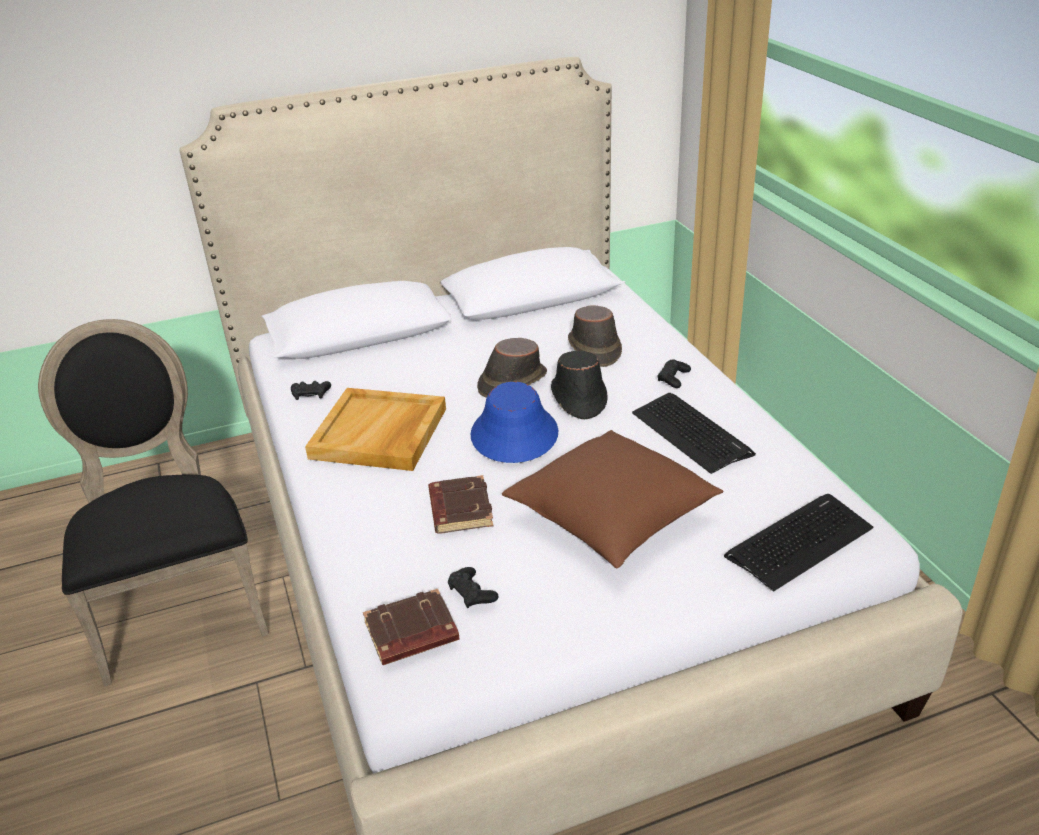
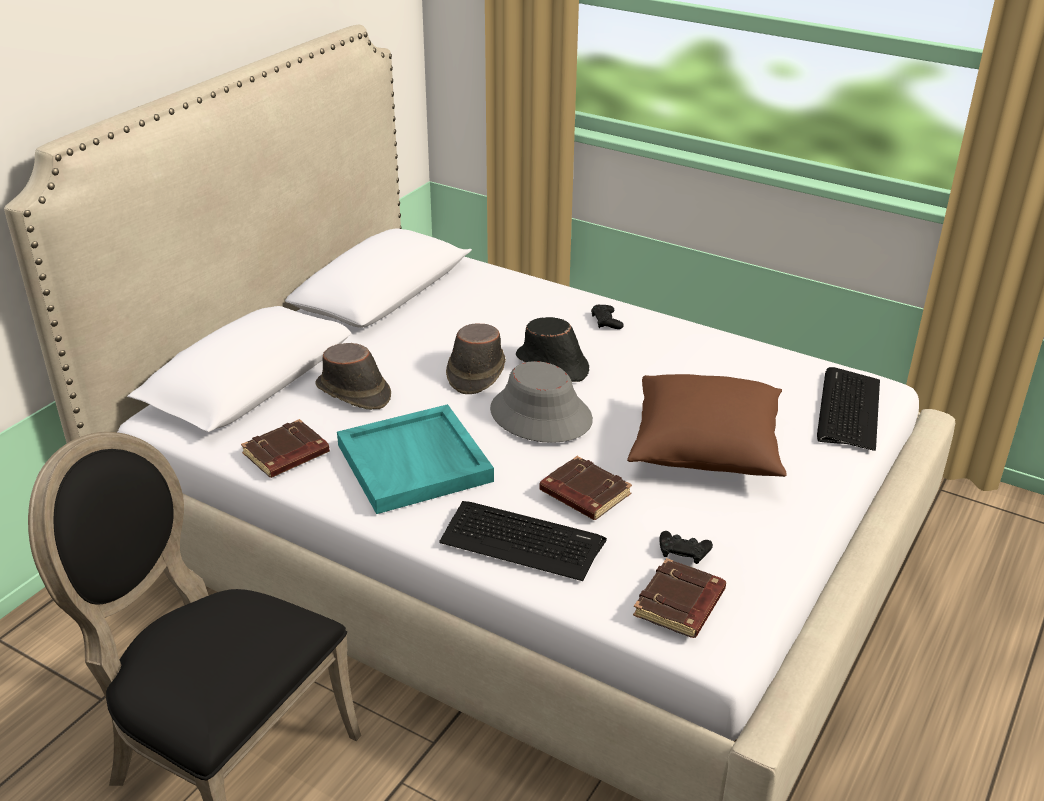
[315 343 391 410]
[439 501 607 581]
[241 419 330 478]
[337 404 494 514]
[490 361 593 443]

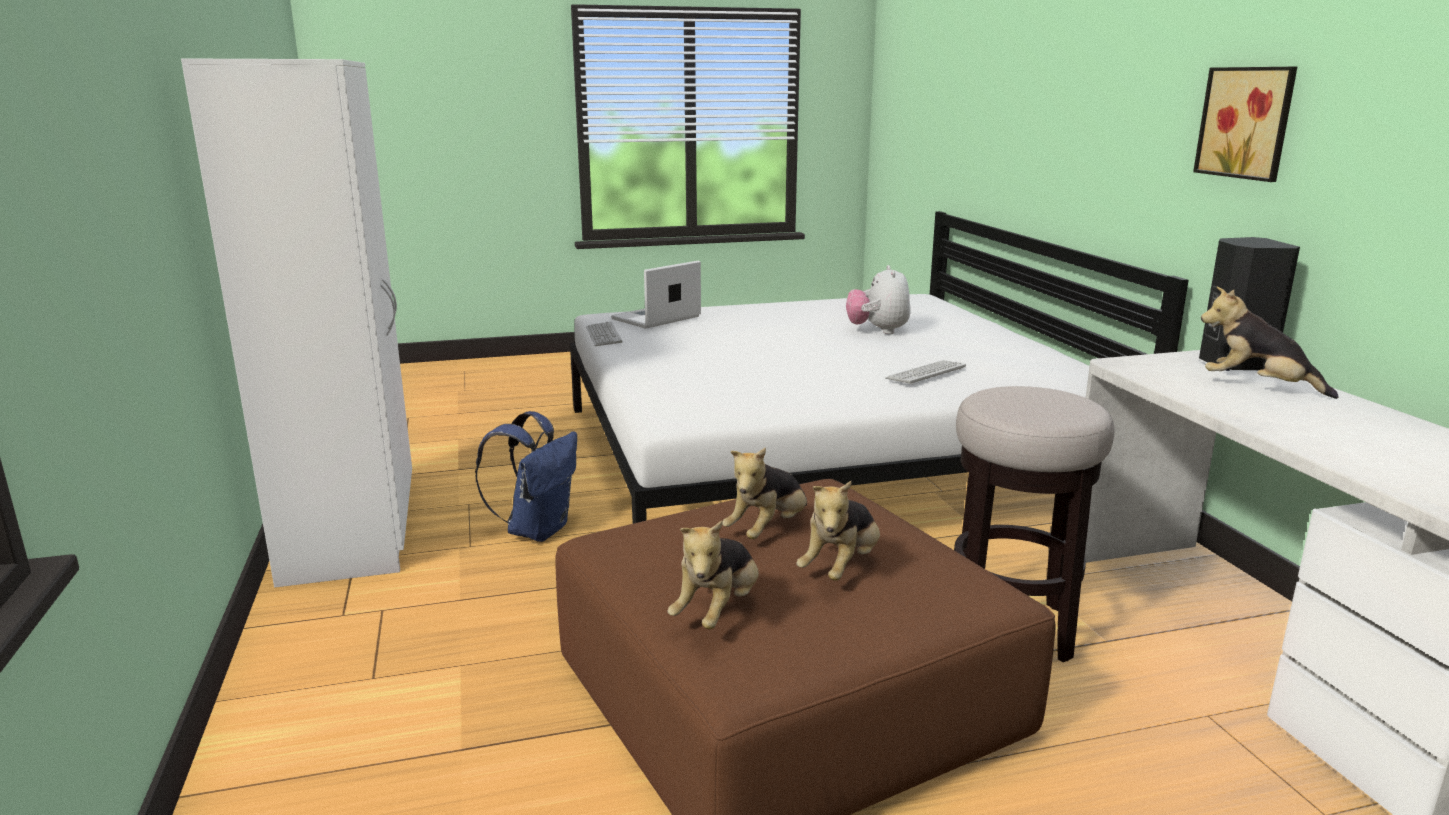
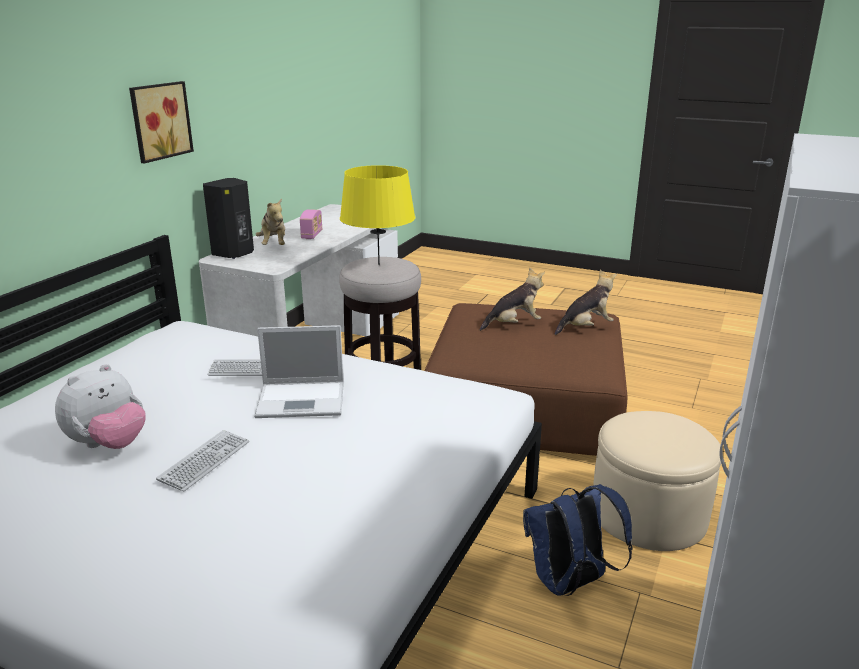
[722 448 807 539] (first image)
[300 209 323 239]
[340 165 415 265]
[593 411 723 551]
[156 430 249 492]
[254 325 344 418]

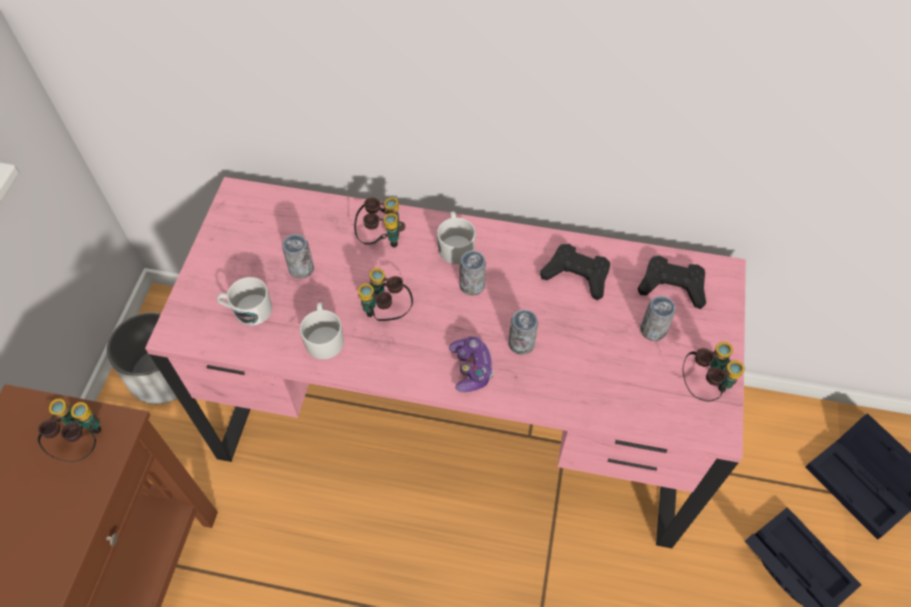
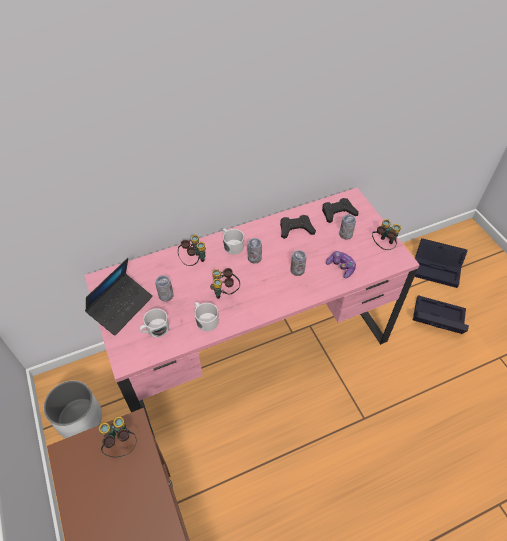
[85 258 153 336]
[326 251 356 278]

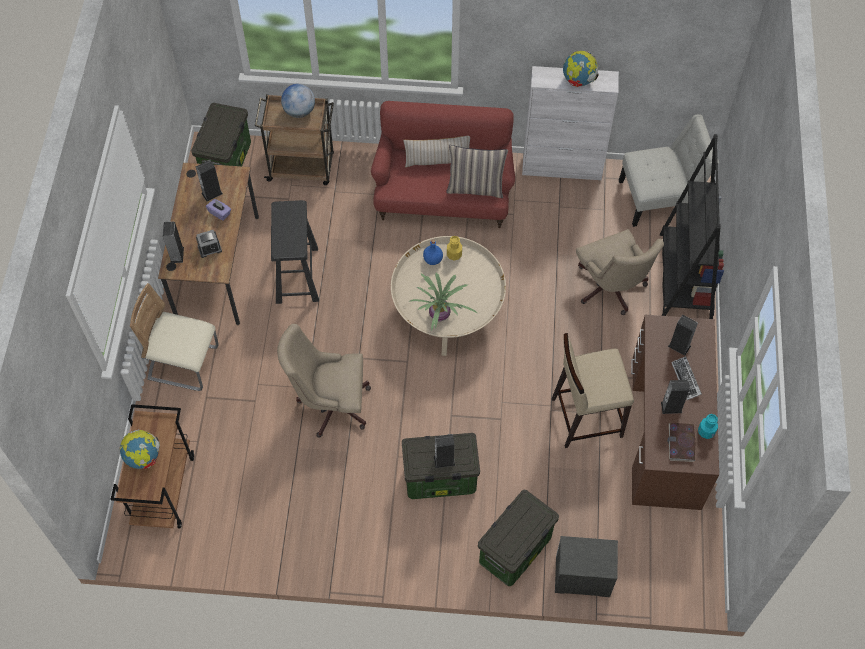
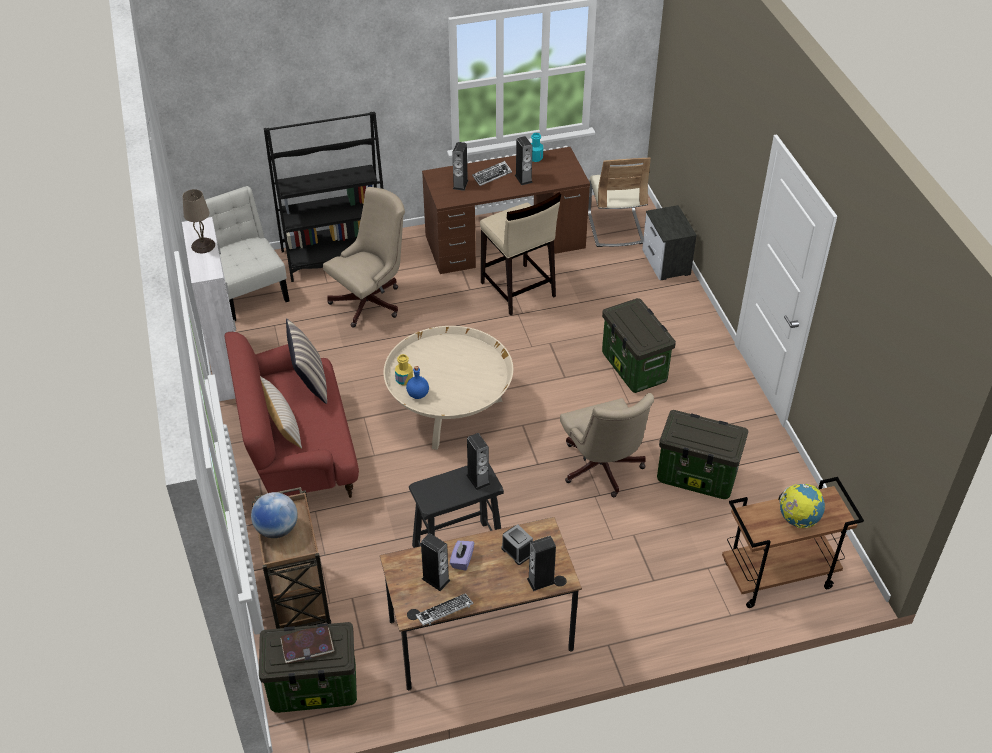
[409 273 477 331] (first image)
[415 593 473 626]
[588 158 651 247]
[467 433 490 490]
[657 410 748 499]
[280 626 335 664]
[182 189 215 253]

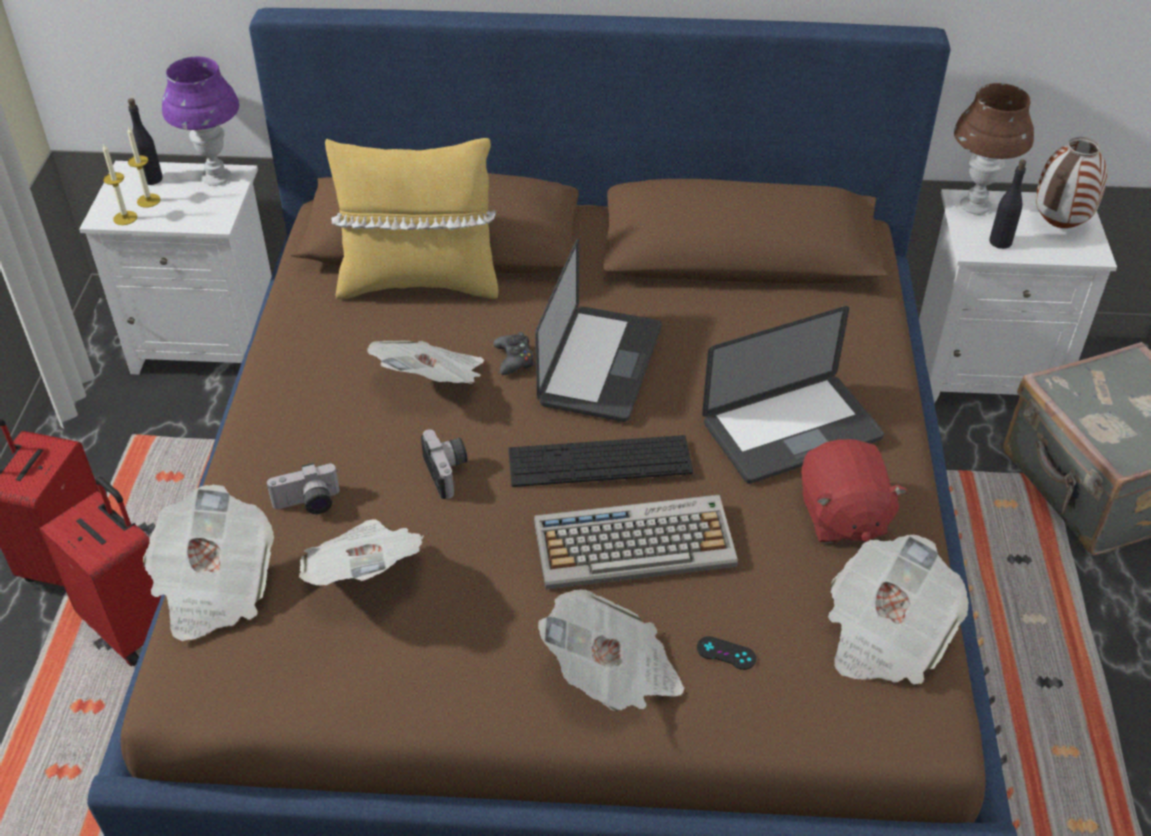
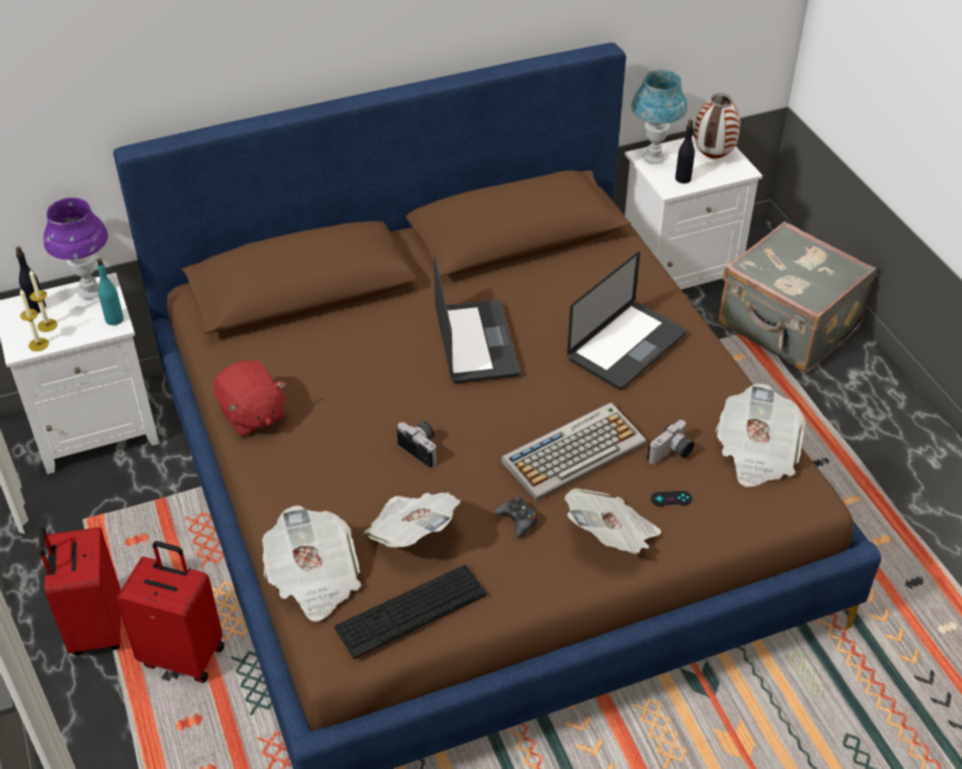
[325 138 499 299] (first image)
[367 340 484 384] (first image)
[96 258 124 325]
[647 420 694 464]
[494 497 537 538]
[334 565 487 659]
[214 360 286 437]
[631 69 687 164]

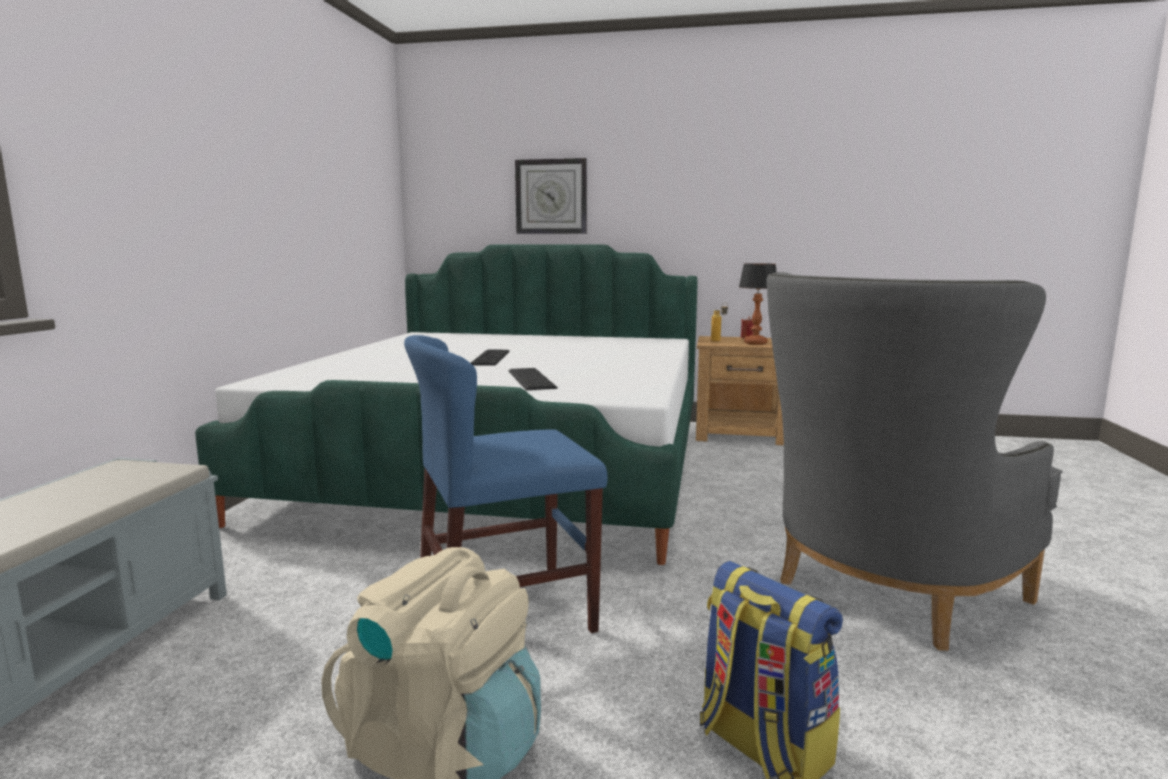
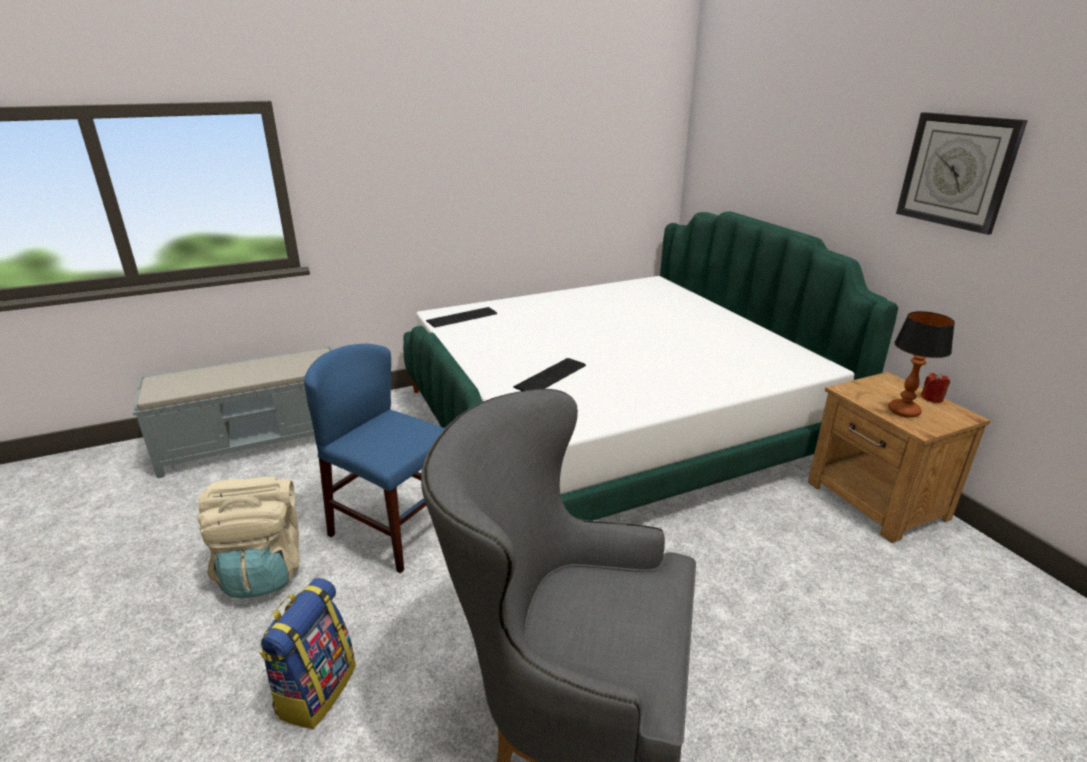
[711 303 728 342] (first image)
[426 307 497 328]
[896 112 1028 235]

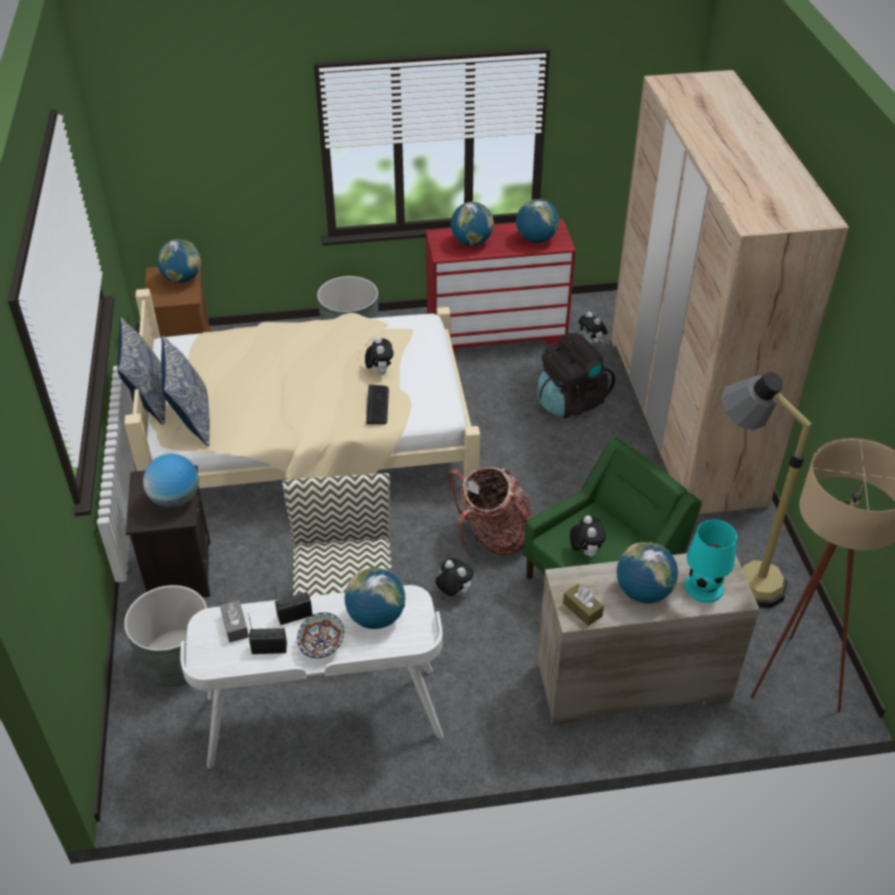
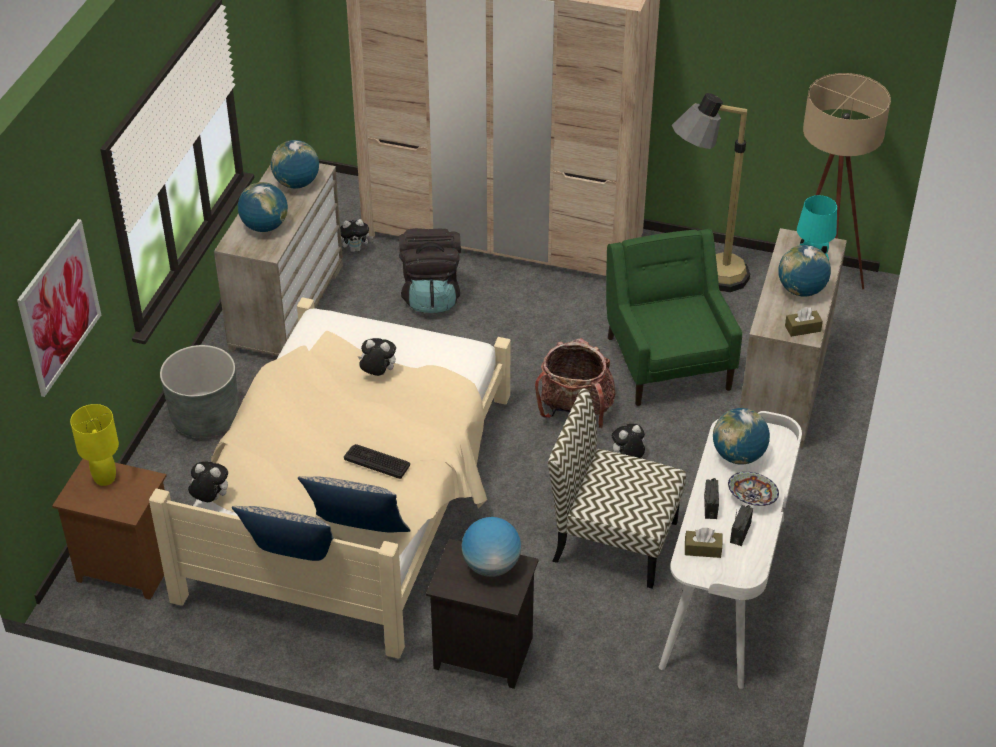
[124 585 207 687] (first image)
[17 219 101 397]
[344 444 410 479]
[188 461 228 502]
[70 404 119 486]
[685 528 722 558]
[214 163 343 356]

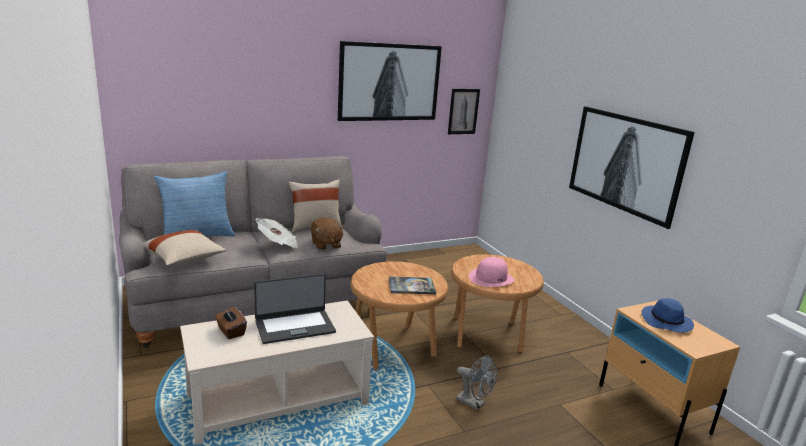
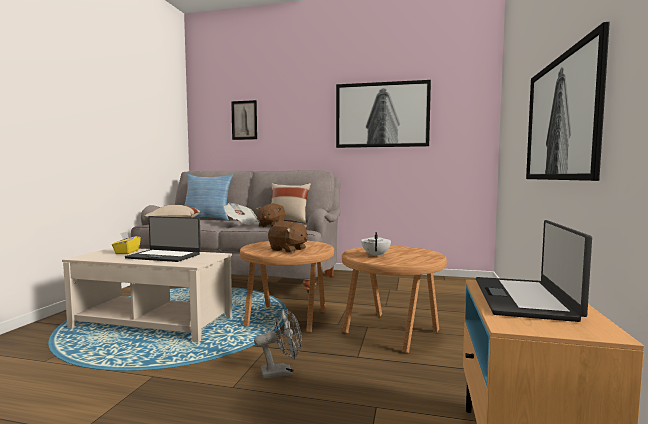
[231 100 257 140]
[268 221 308 253]
[361 232 391 256]
[476 220 592 322]
[112 231 141 254]
[254 307 302 379]

